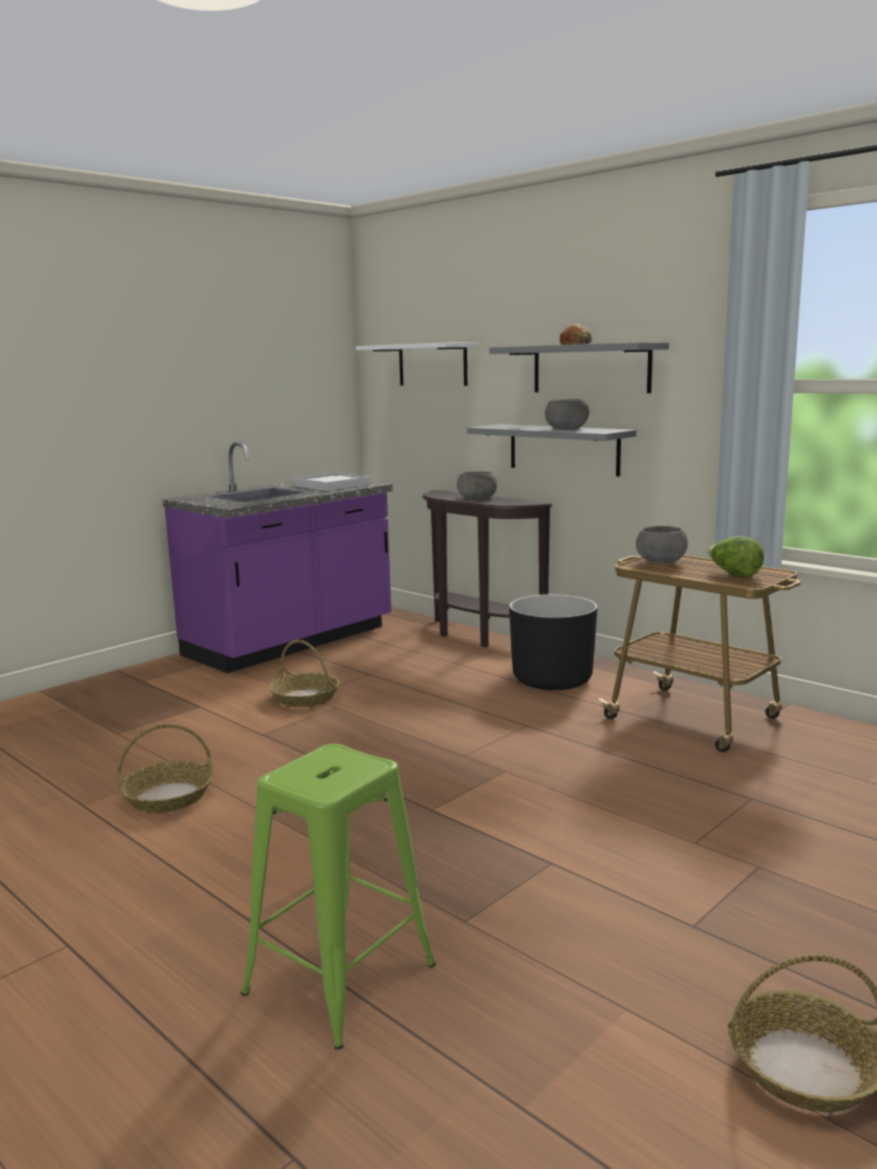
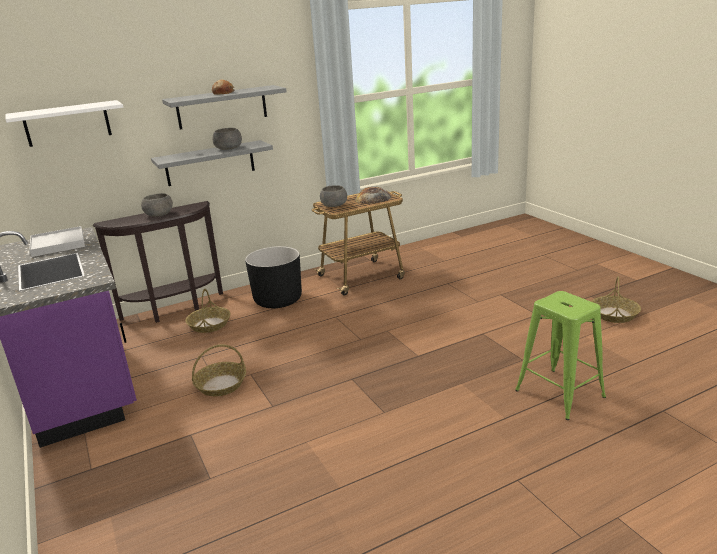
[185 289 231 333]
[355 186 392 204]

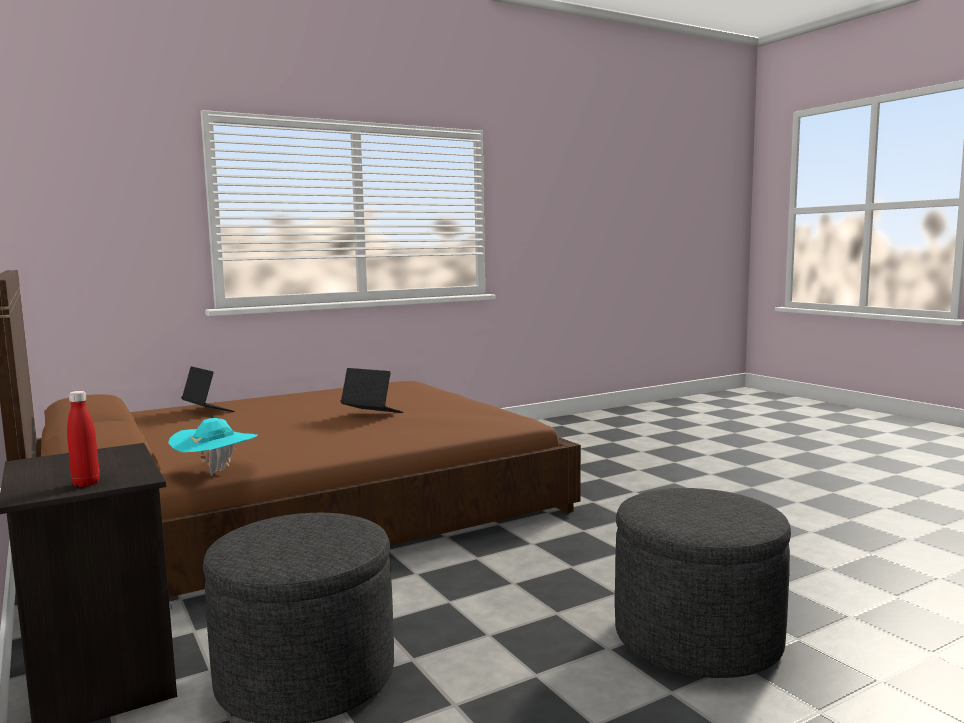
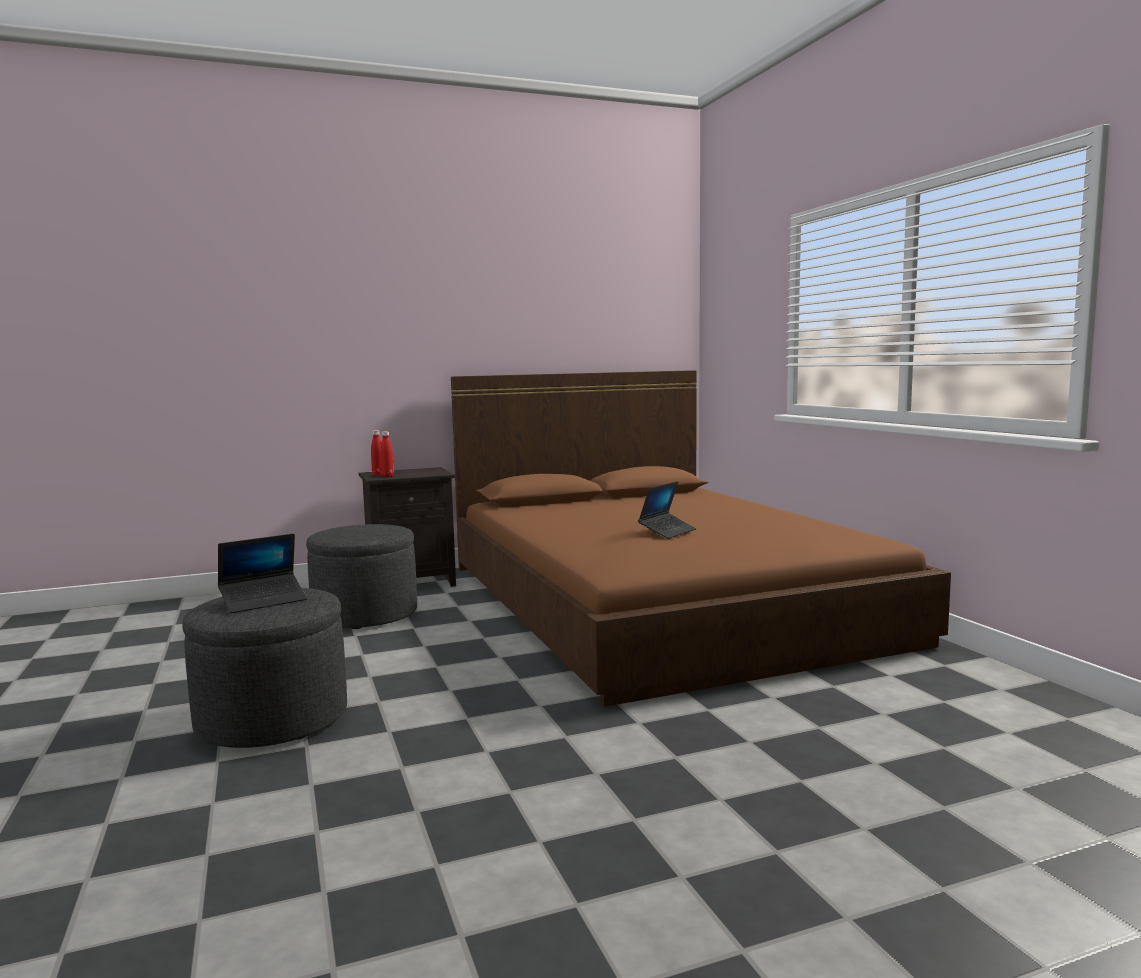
[168 418 258 476] (first image)
[380 431 394 477]
[218 534 307 613]

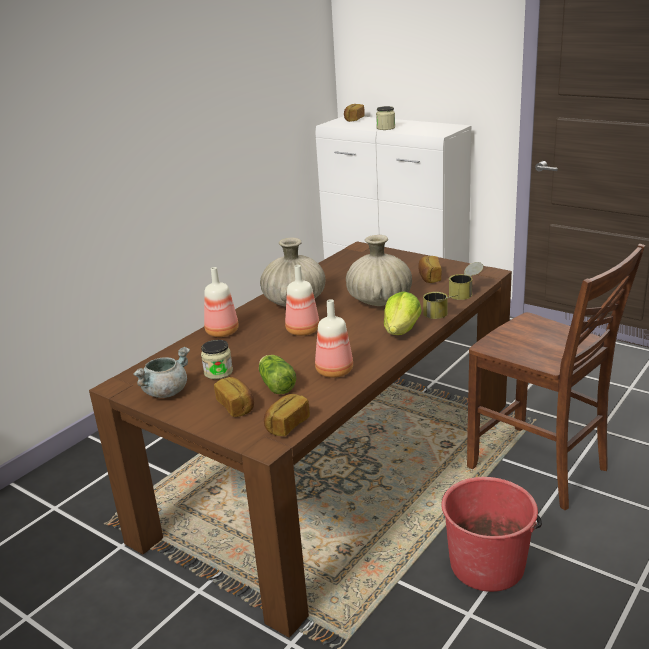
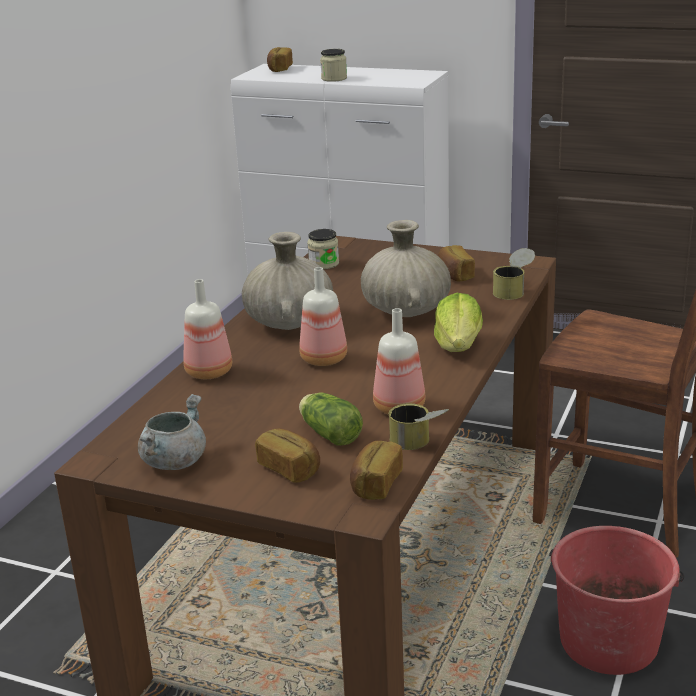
[307 229 339 269]
[389 403 449 450]

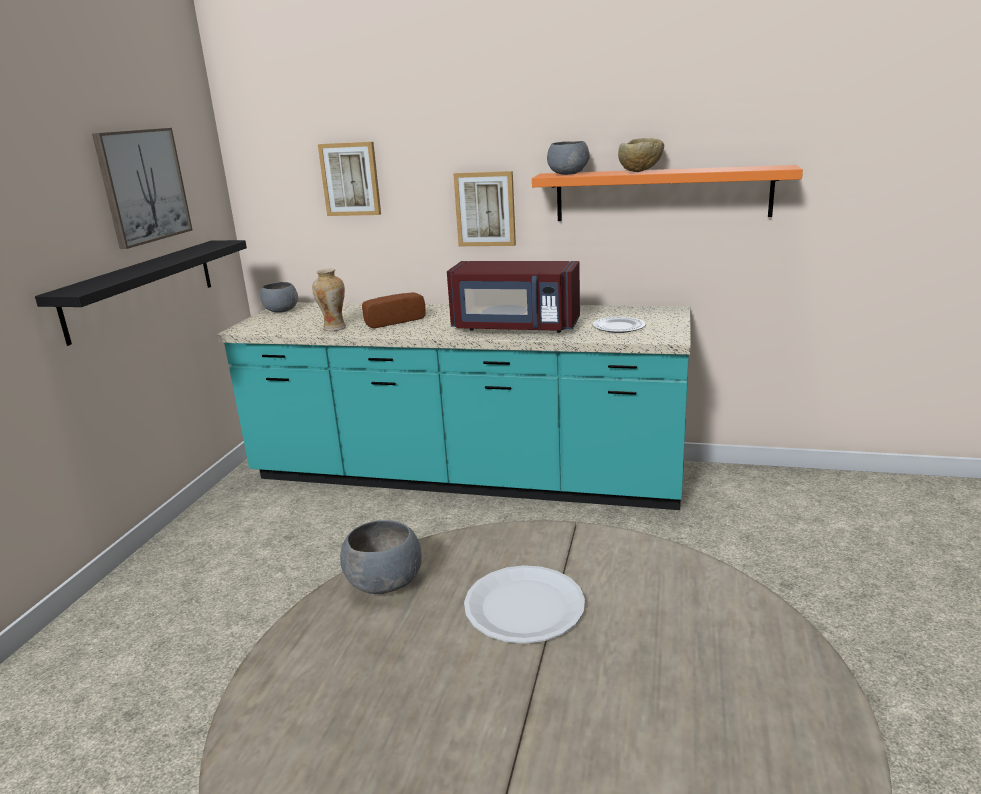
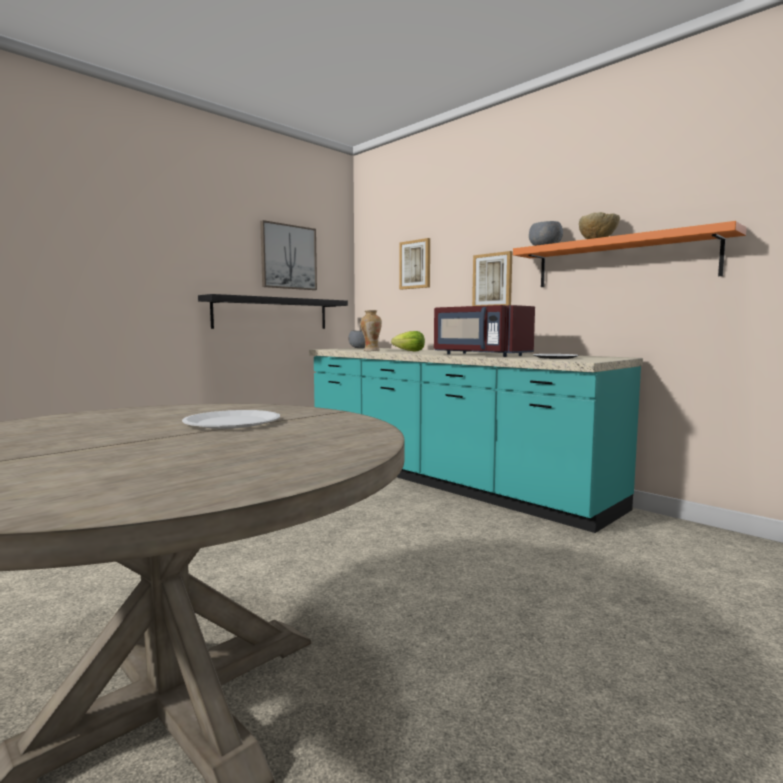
[340 520 422 594] (first image)
[391 331 425 351]

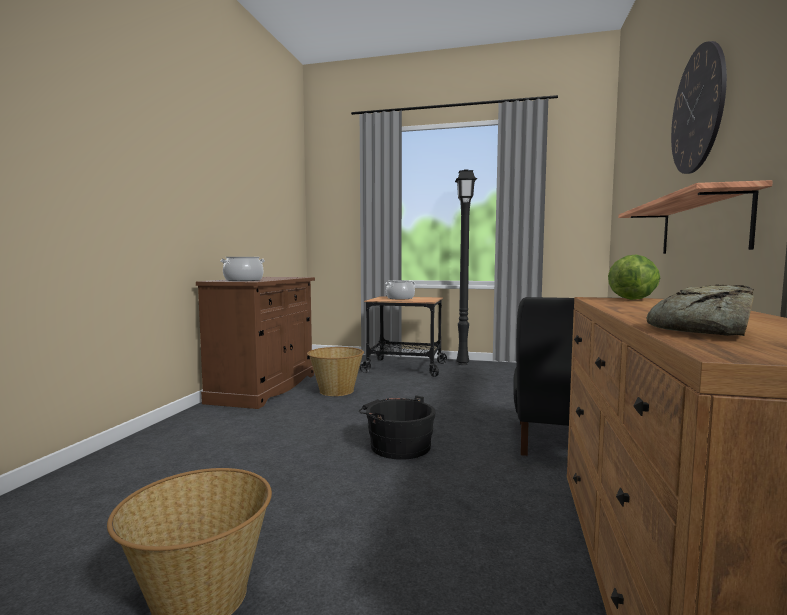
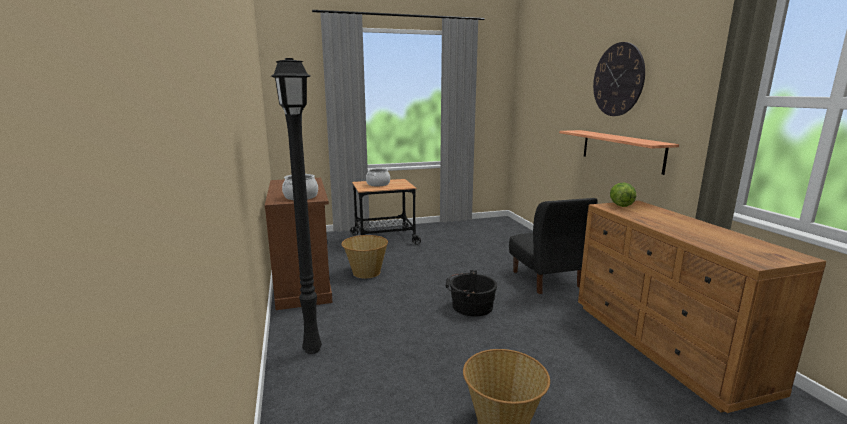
[647 284 754 336] (first image)
[271 58 322 354]

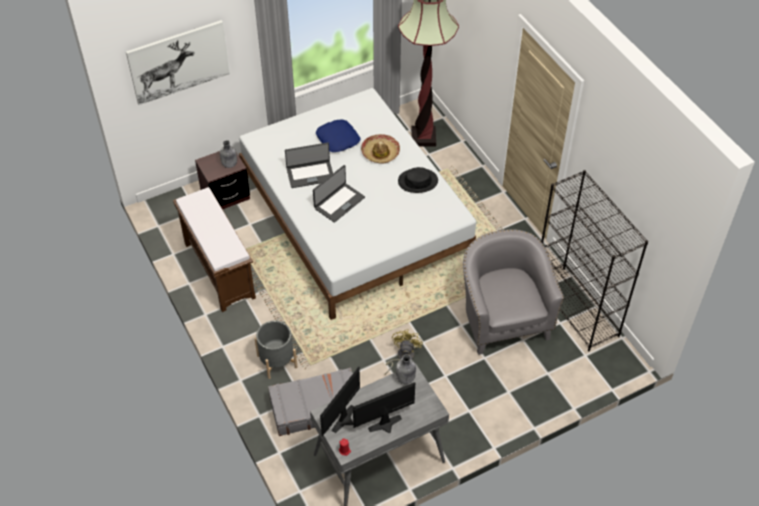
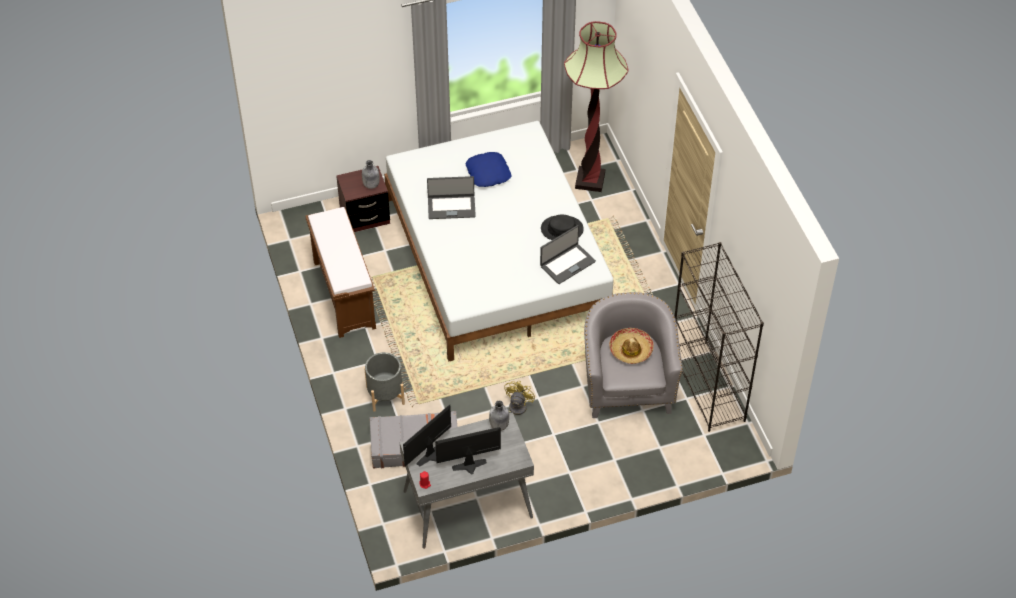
[126 20 230 105] (first image)
[540 225 596 284]
[609 328 654 364]

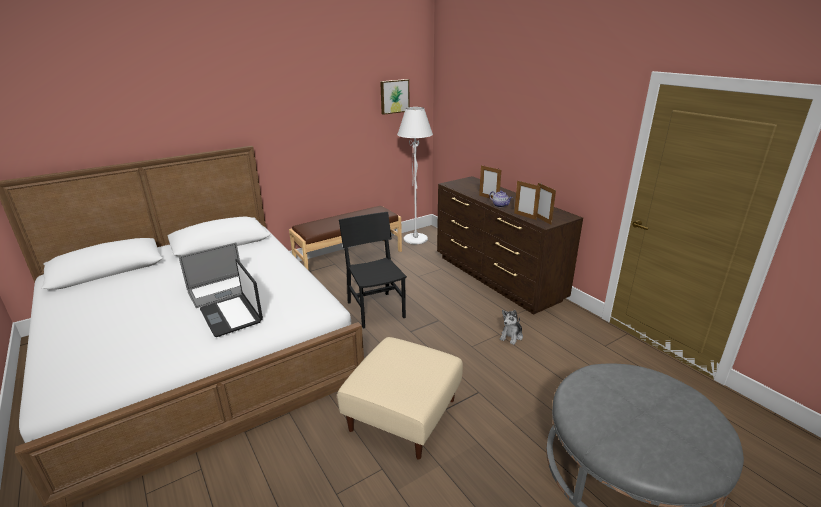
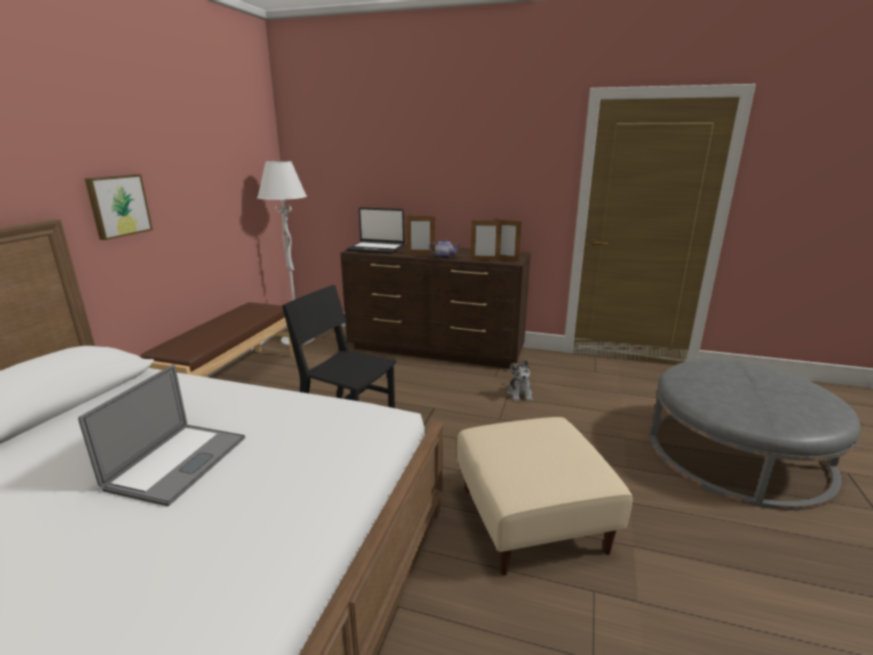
[347 207 405 254]
[85 174 153 240]

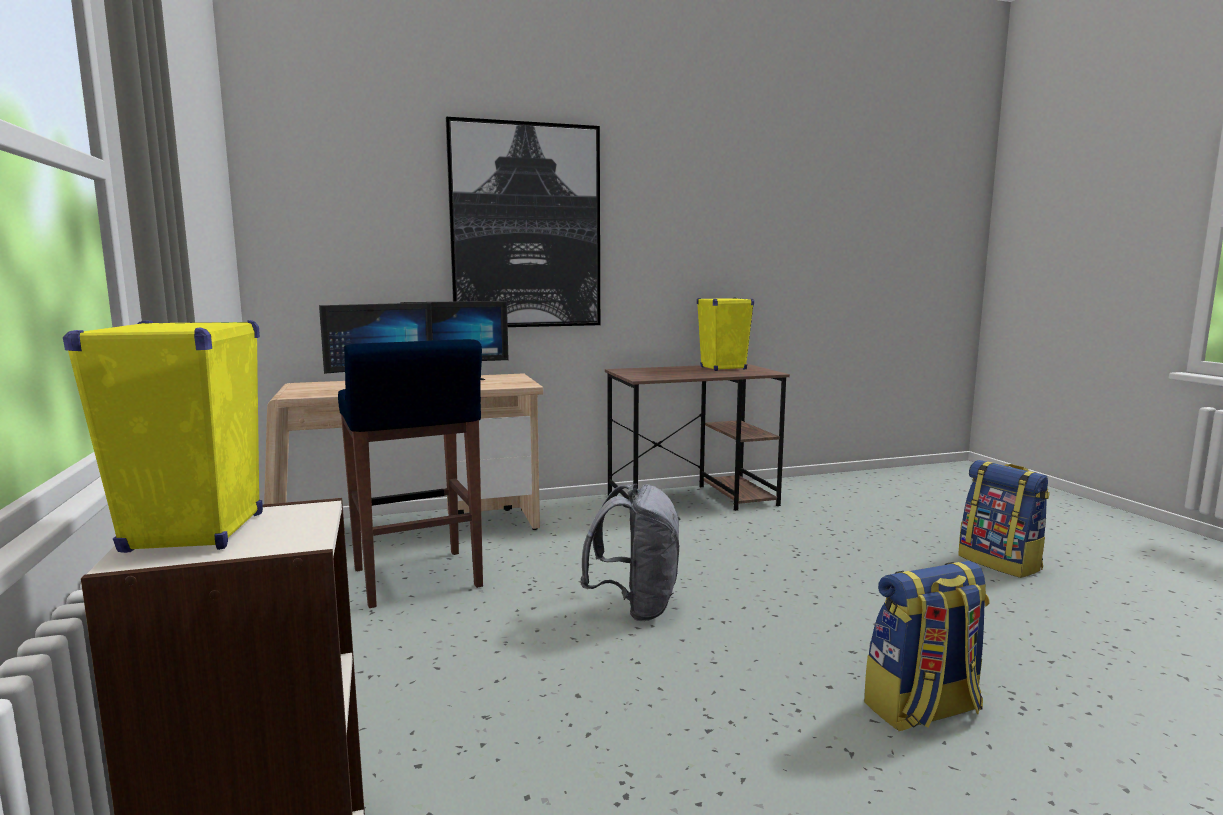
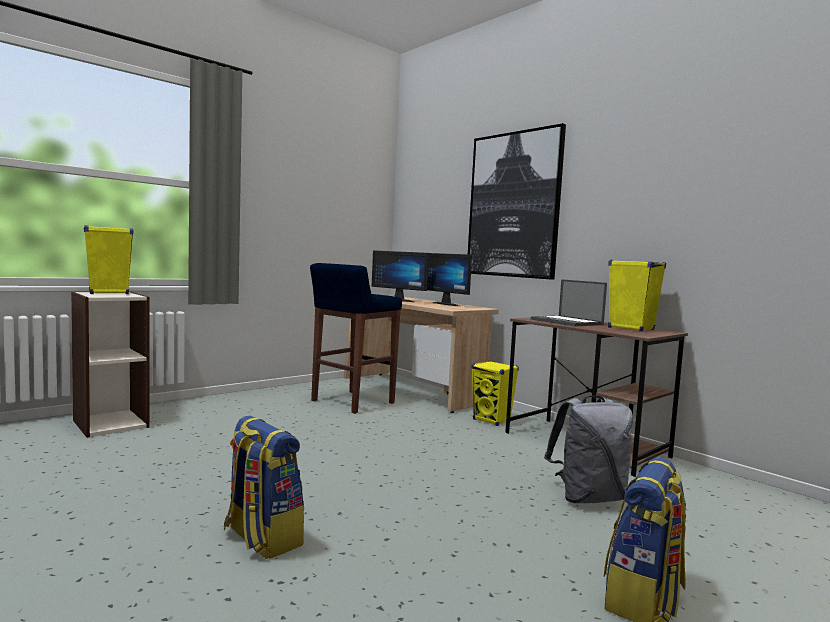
[471 361 519 426]
[531 279 607 326]
[544 395 633 503]

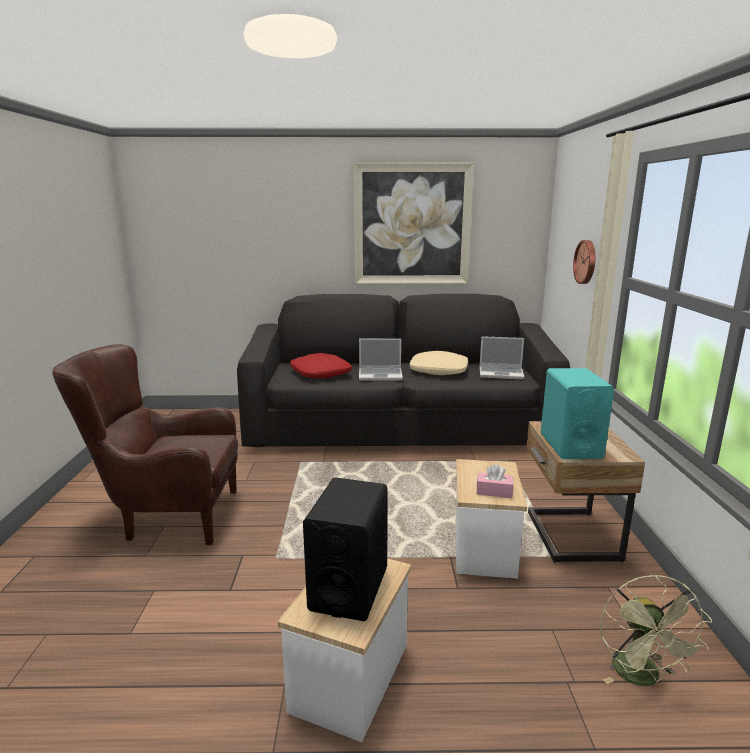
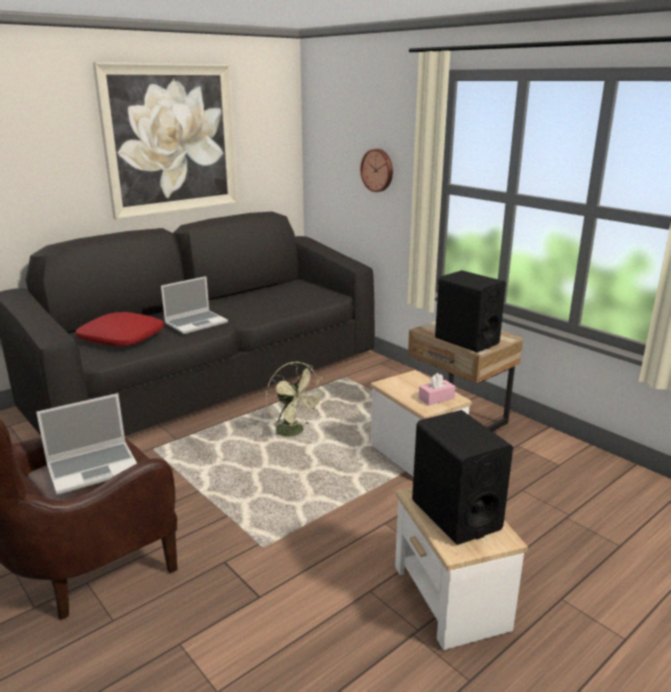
[410 351 468 375] (first image)
[36 393 137 495]
[266 362 325 436]
[435 270 506 353]

